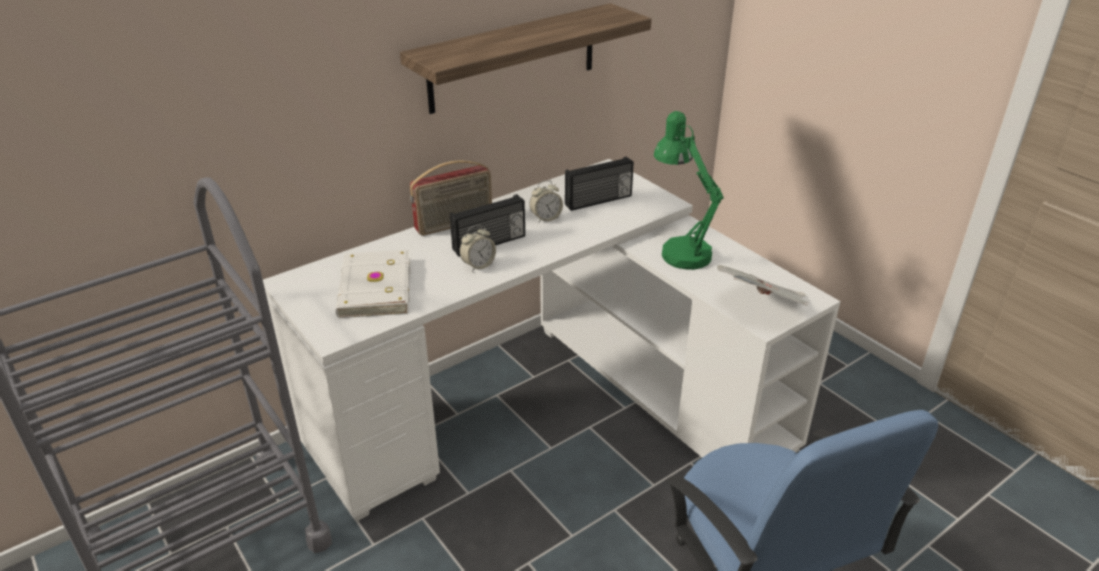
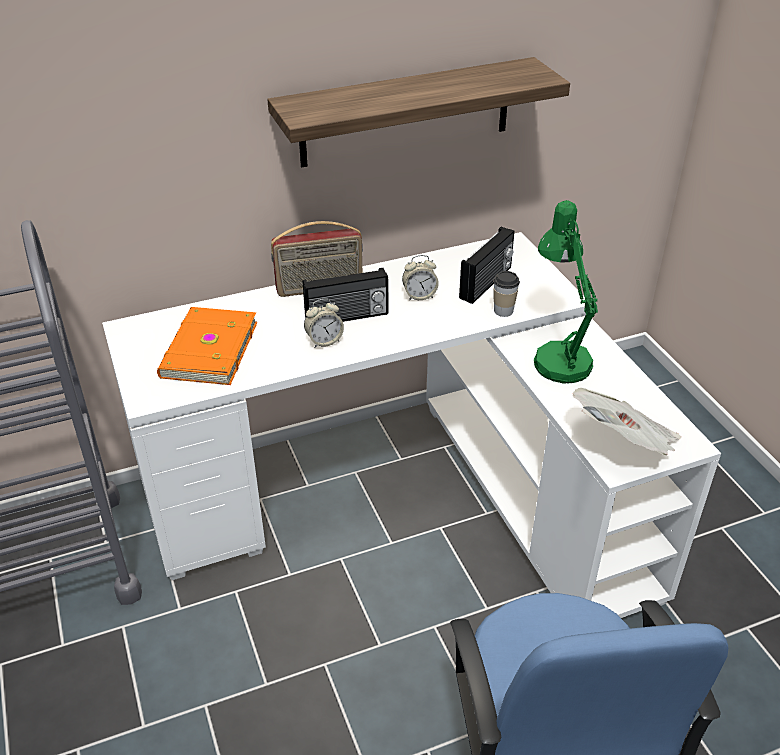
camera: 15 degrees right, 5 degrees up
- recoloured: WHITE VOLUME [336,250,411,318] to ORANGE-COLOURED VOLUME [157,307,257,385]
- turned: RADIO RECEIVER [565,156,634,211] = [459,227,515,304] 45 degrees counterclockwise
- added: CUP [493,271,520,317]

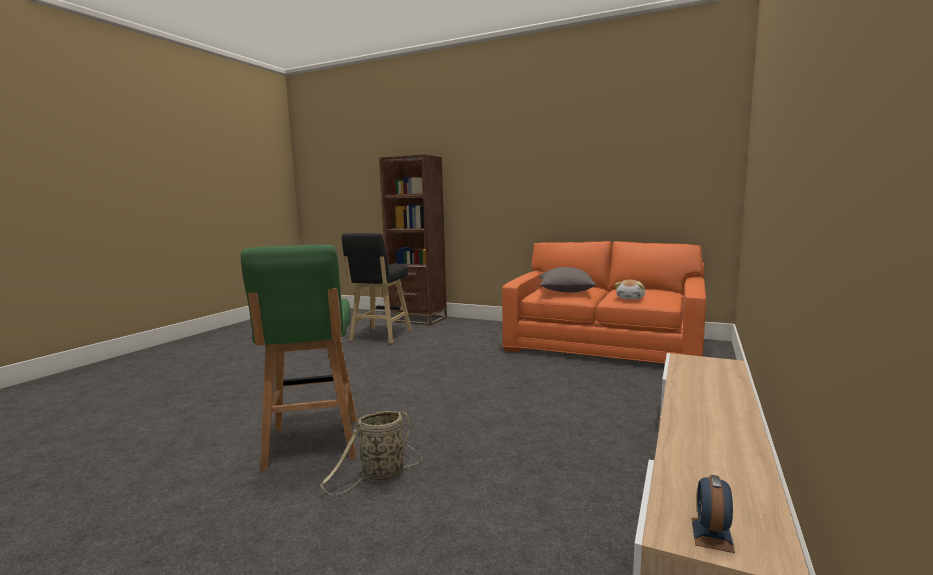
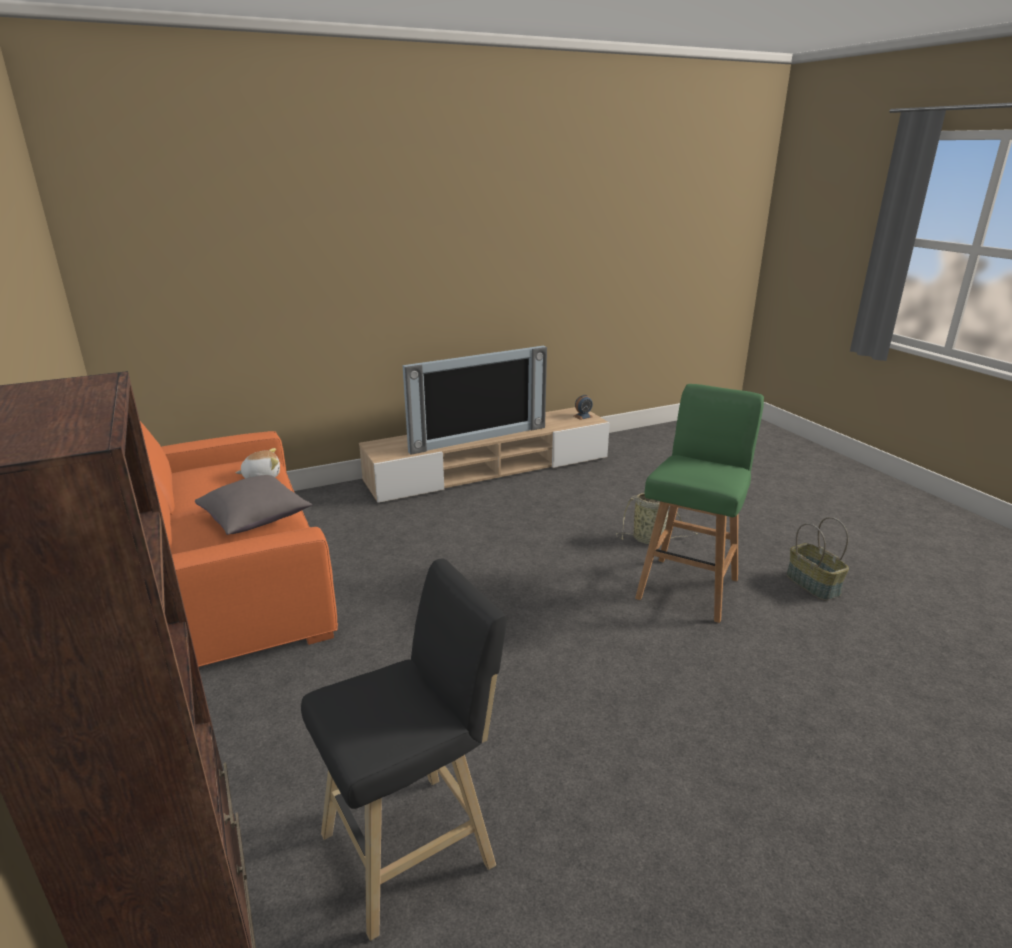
camera: 140 degrees left, 15 degrees up
- added: TV SET [403,346,547,454]
- added: BASKET [786,517,849,600]

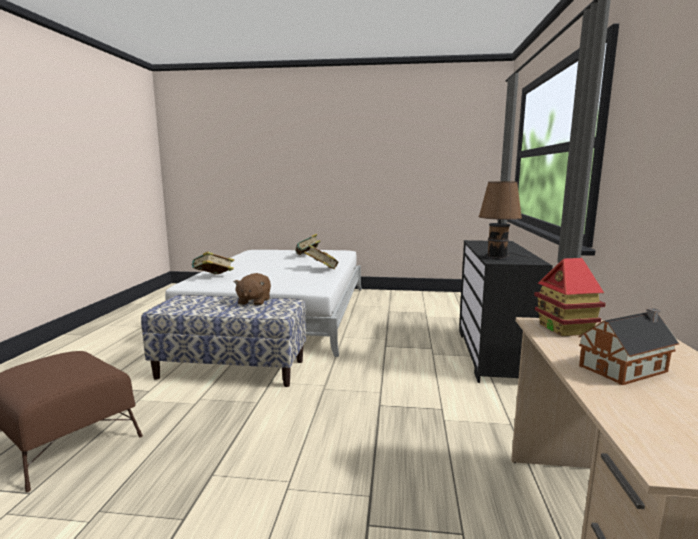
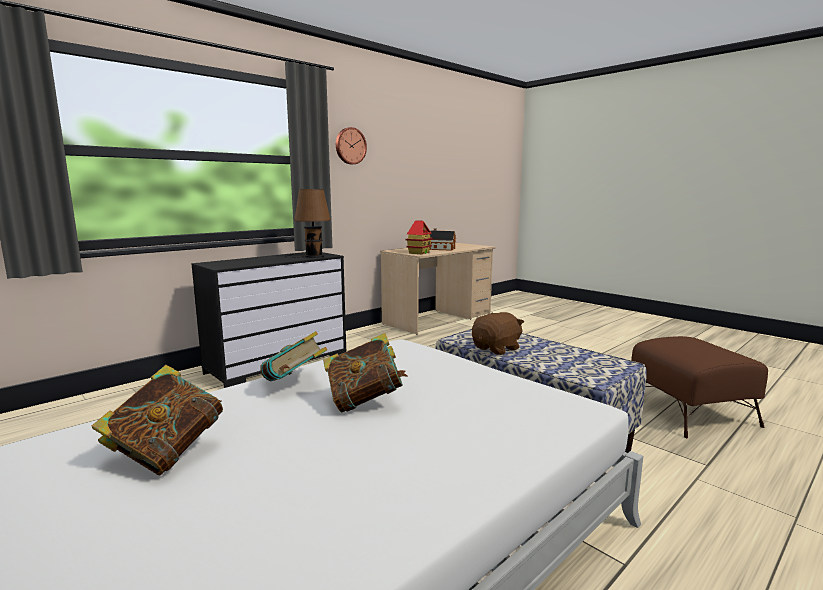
camera: 140 degrees left, 0 degrees up
- moved: VOLUME [191,251,234,274] to [323,333,408,413]
- added: WALL CLOCK [336,127,367,164]

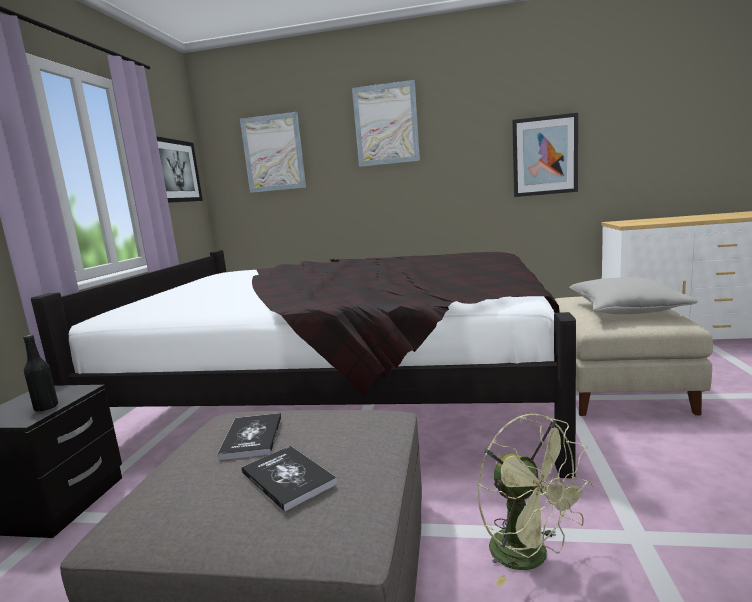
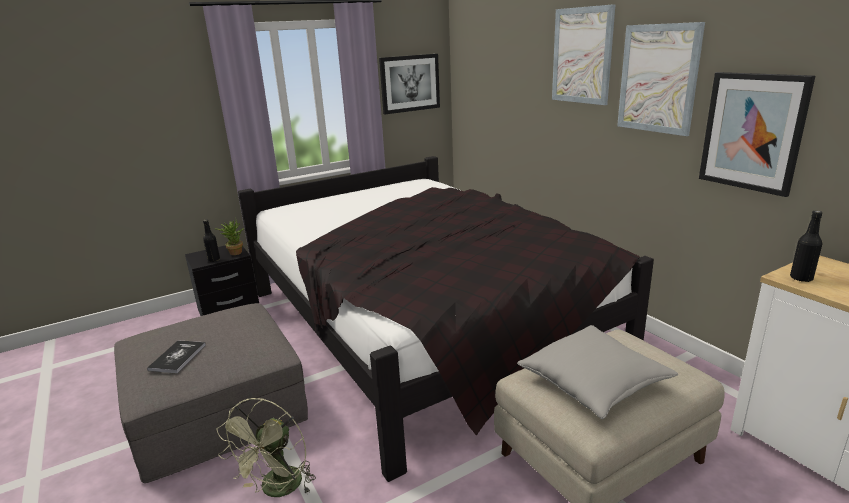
camera: 50 degrees right, 10 degrees up
- added: POTTED PLANT [215,220,244,255]
- moved: PICTURE [240,112,306,193] to [617,22,705,136]
- added: BLACK-COLOURED BOTTLE [790,210,823,282]
- removed: VOLUME [217,413,281,460]

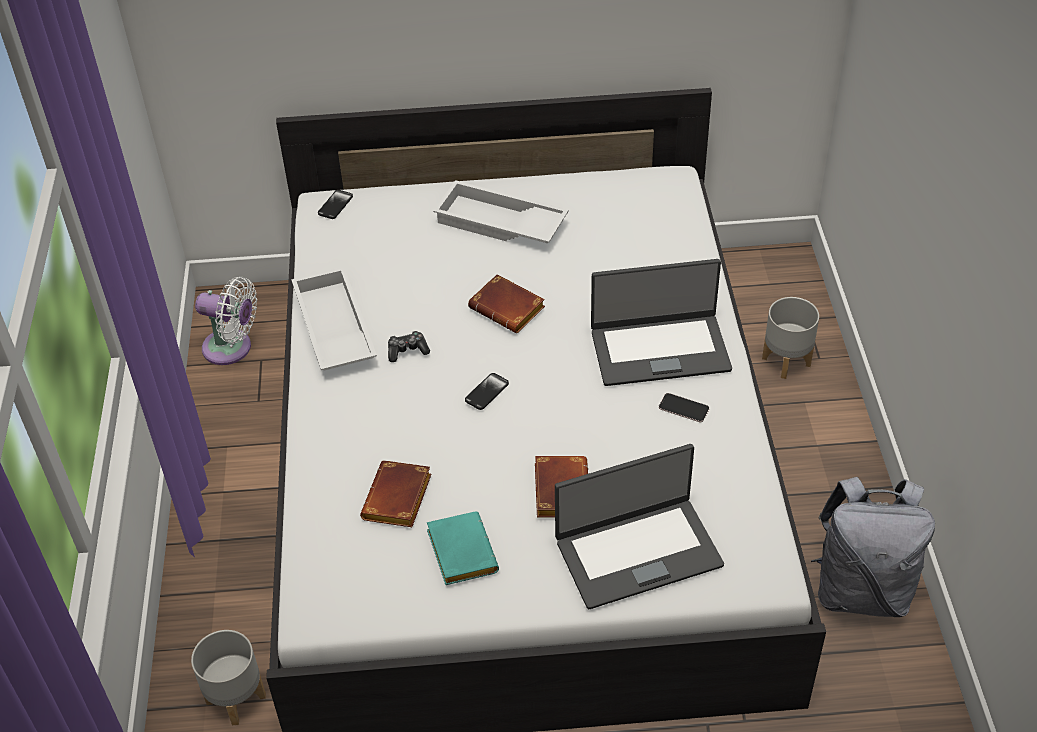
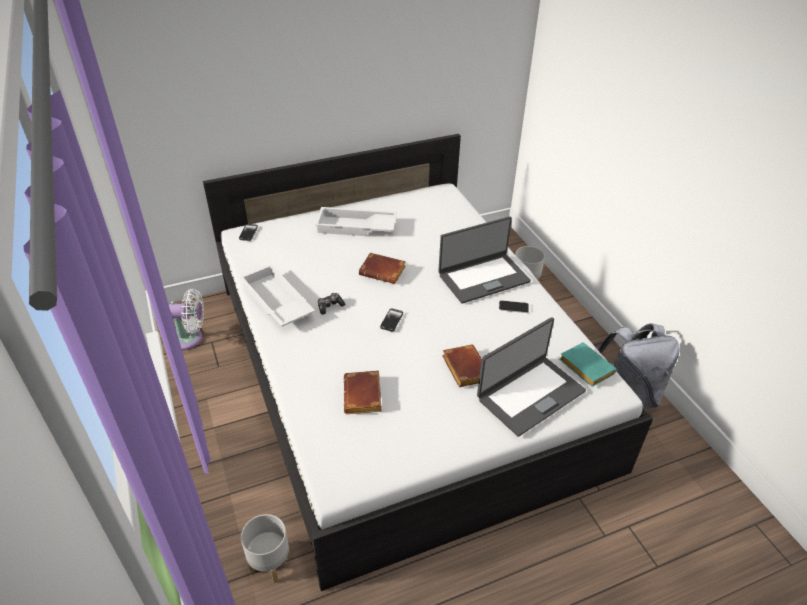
camera: 20 degrees left, 5 degrees down
- moved: TURQUOISE VOLUME [427,511,499,585] to [559,342,617,387]

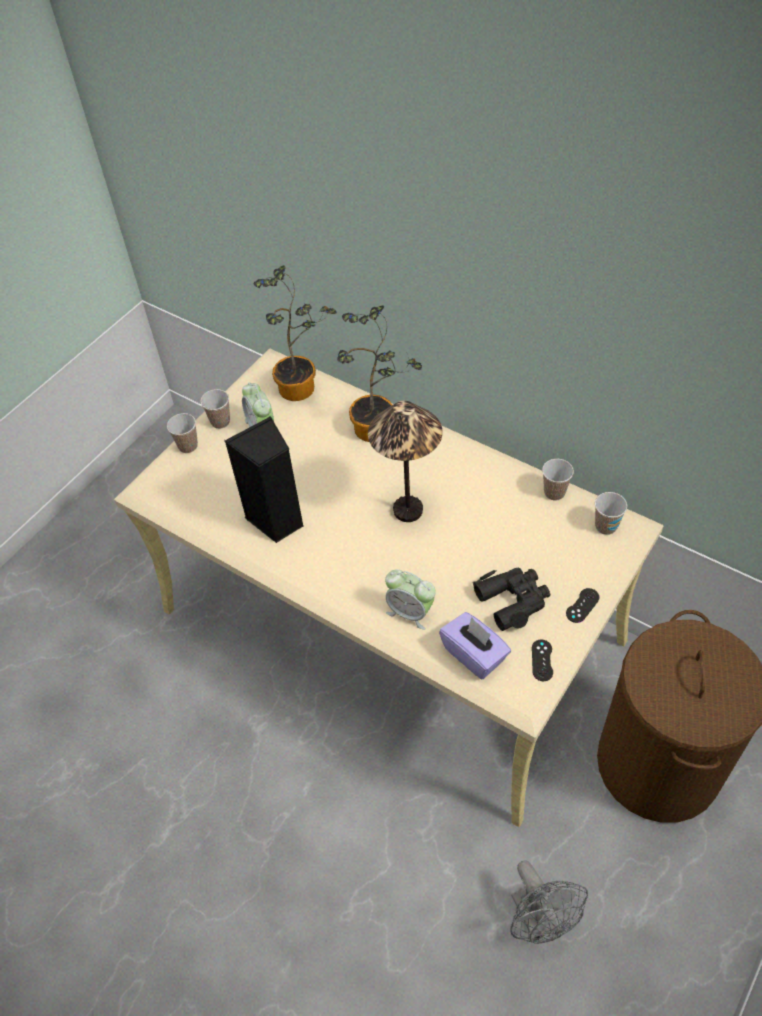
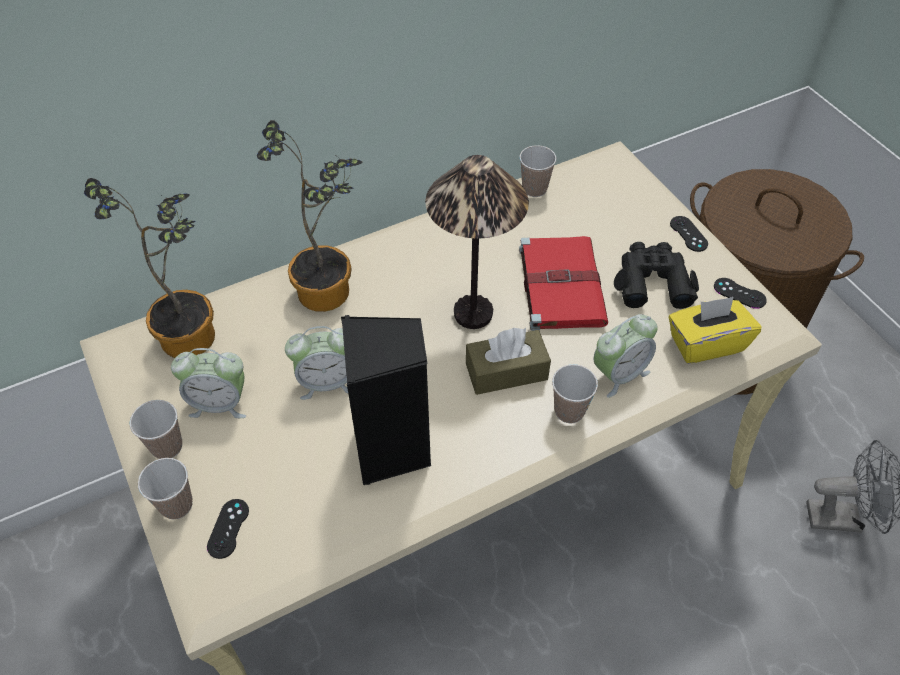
camera: 65 degrees left, 0 degrees up
- added: BLACK-COLOURED GAMEPAD [207,499,249,559]
- added: BEDSIDE CLOCK [285,326,348,400]
- added: BROWNISH BOX OF TISSUES [466,328,551,395]
- added: REDDISH VOLUME [519,236,608,331]
- moved: CUP [595,492,627,535] to [552,364,598,423]
- recoloured: PURPLISH BOX OF TISSUES [439,612,511,680] to YELLOW BOX OF TISSUES [669,297,762,364]

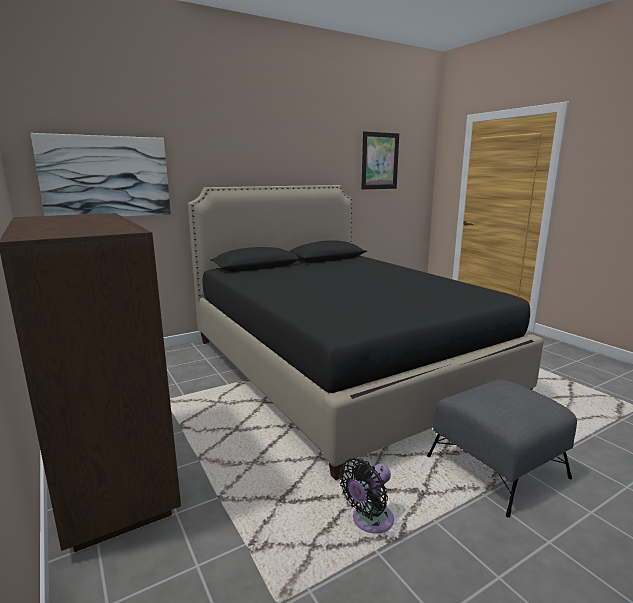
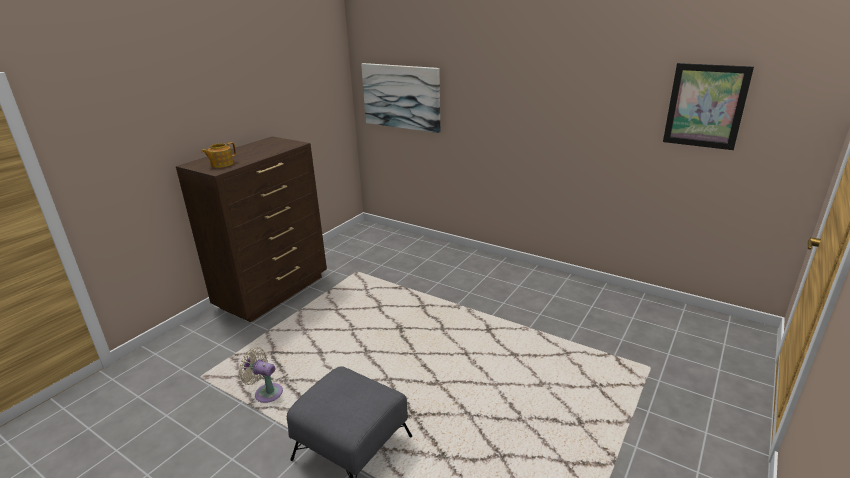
camera: 65 degrees right, 10 degrees up
- added: POT FOR TEA [201,142,236,168]
- recoloured: BLACK-COLOURED COOLING FAN [339,458,394,534] to BEIGE COOLING FAN [239,347,283,403]
- removed: BLACK-COLOURED BEDROOM BED [188,185,544,480]

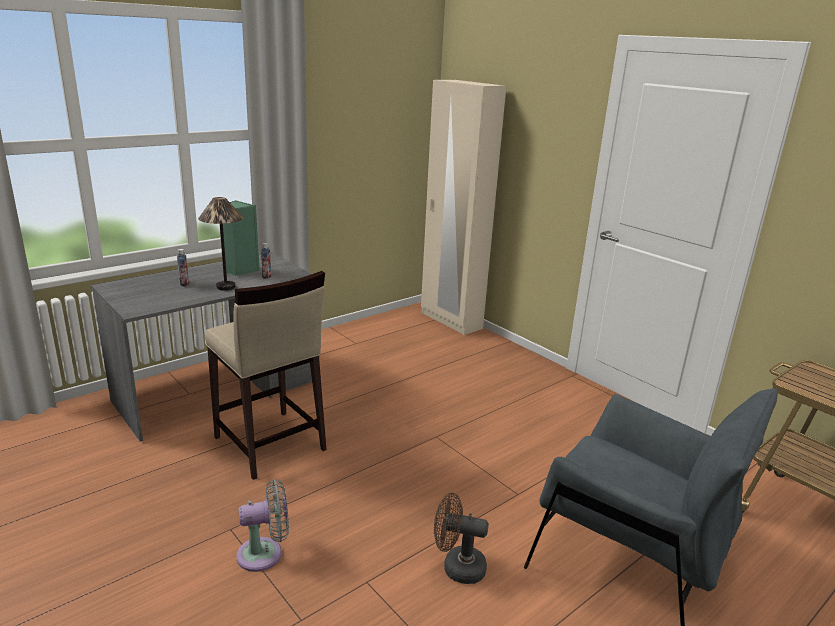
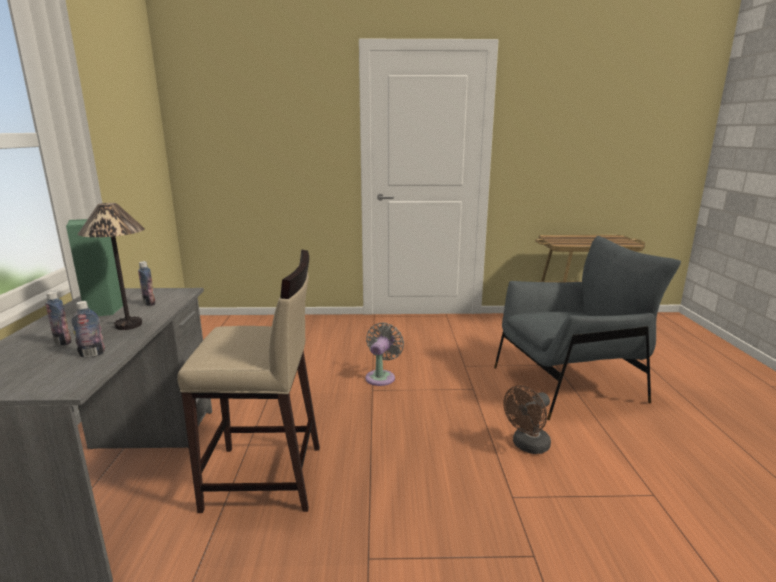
camera: 50 degrees left, 5 degrees down
- added: BOTTLE [71,301,105,357]
- moved: GREYISH COOLING FAN [236,479,289,572] to [365,323,404,386]
- removed: BEIGE ARMOIRE [421,80,506,335]

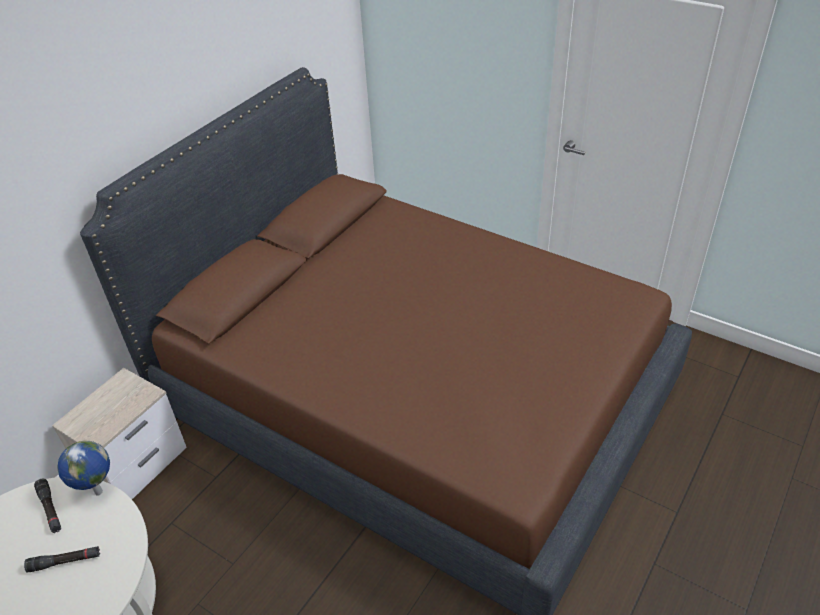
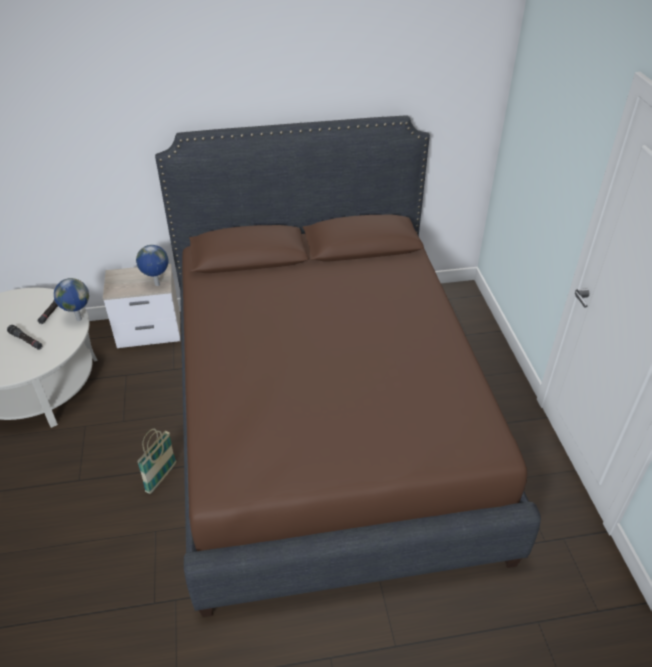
camera: 45 degrees right, 0 degrees up
- added: GLOBE [136,245,169,286]
- added: BASKET [137,429,176,494]

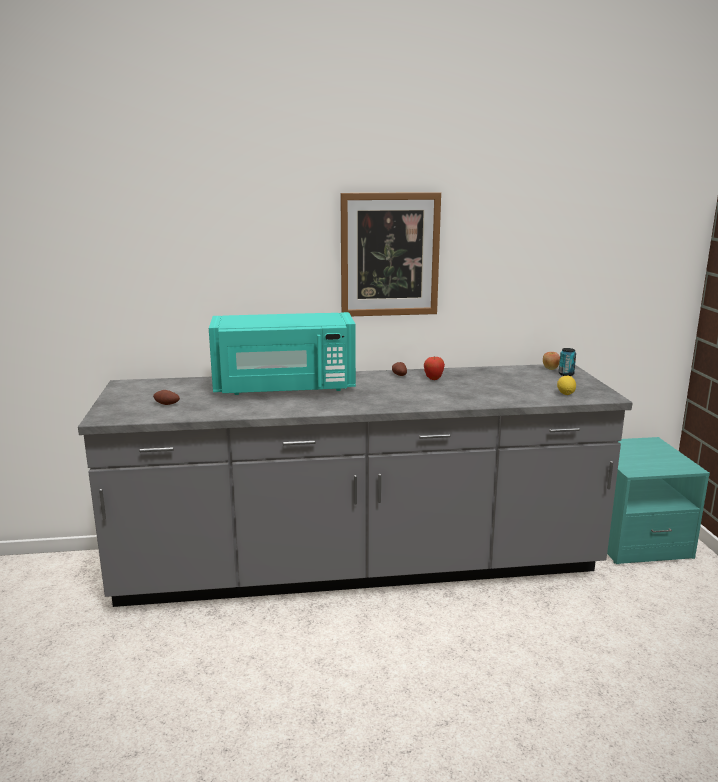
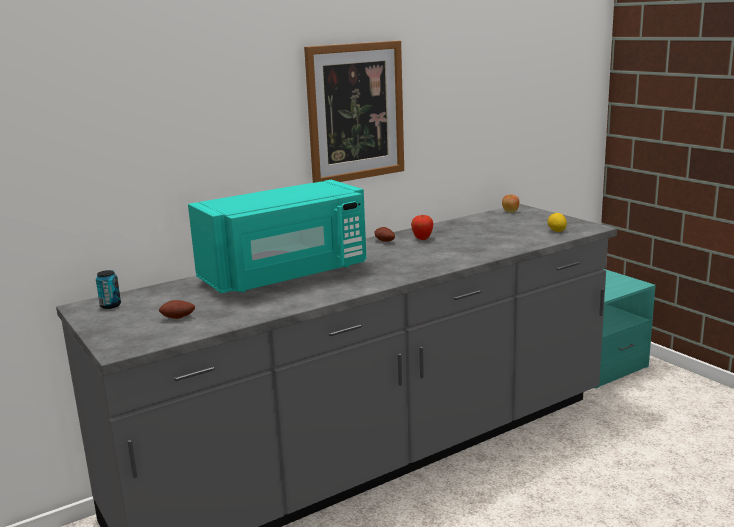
camera: 25 degrees left, 0 degrees up
- moved: SEALED CAN [559,348,576,376] to [96,270,121,309]

